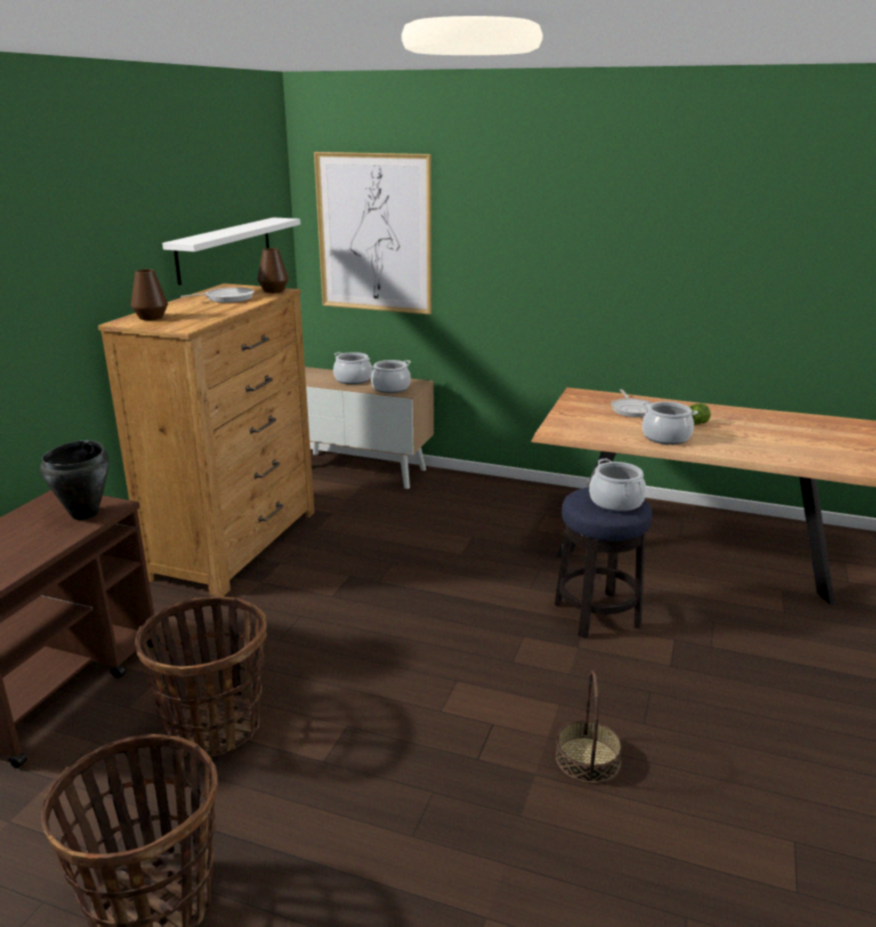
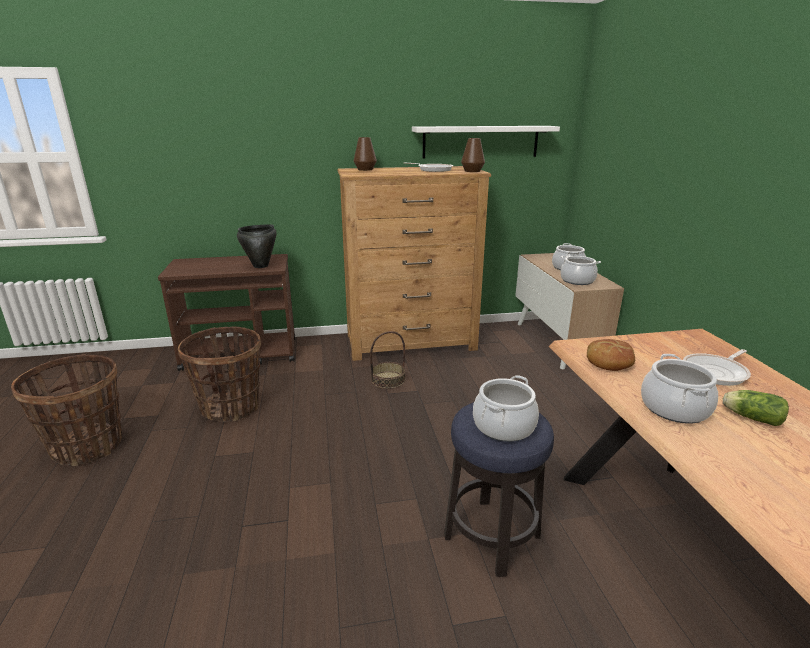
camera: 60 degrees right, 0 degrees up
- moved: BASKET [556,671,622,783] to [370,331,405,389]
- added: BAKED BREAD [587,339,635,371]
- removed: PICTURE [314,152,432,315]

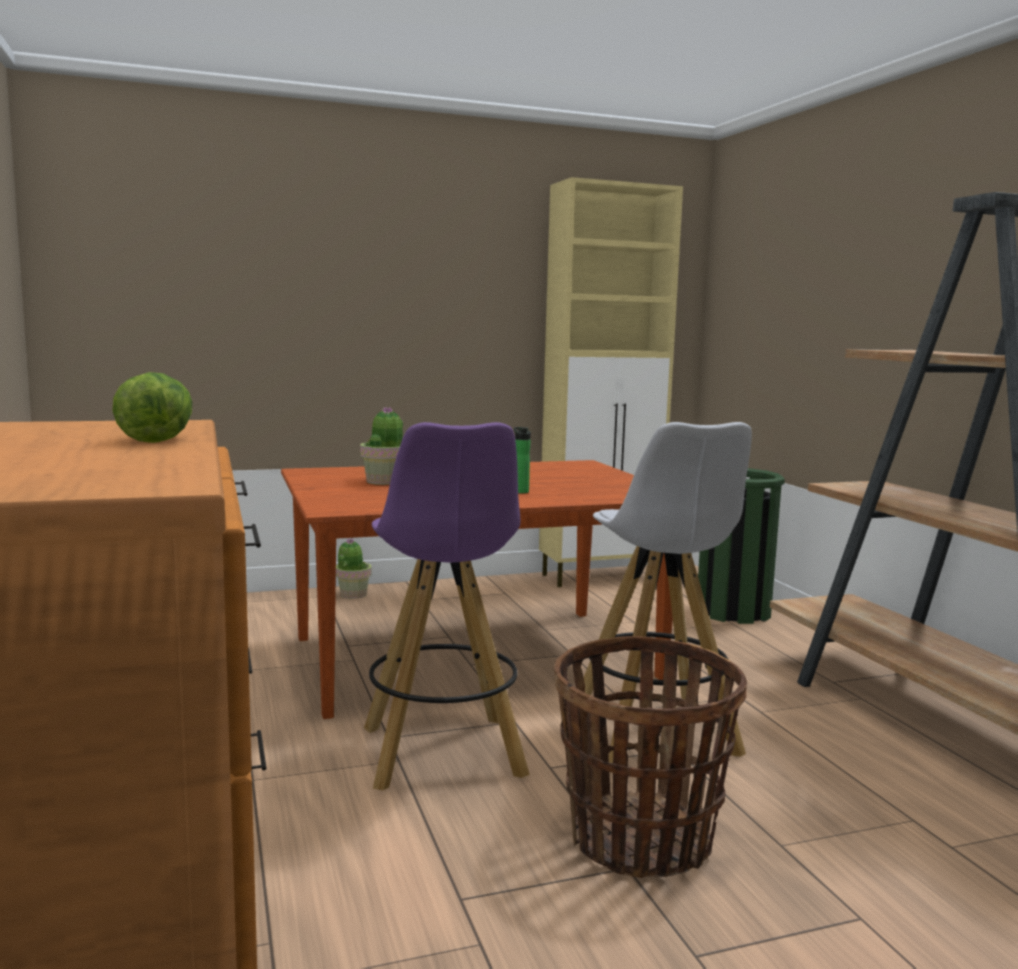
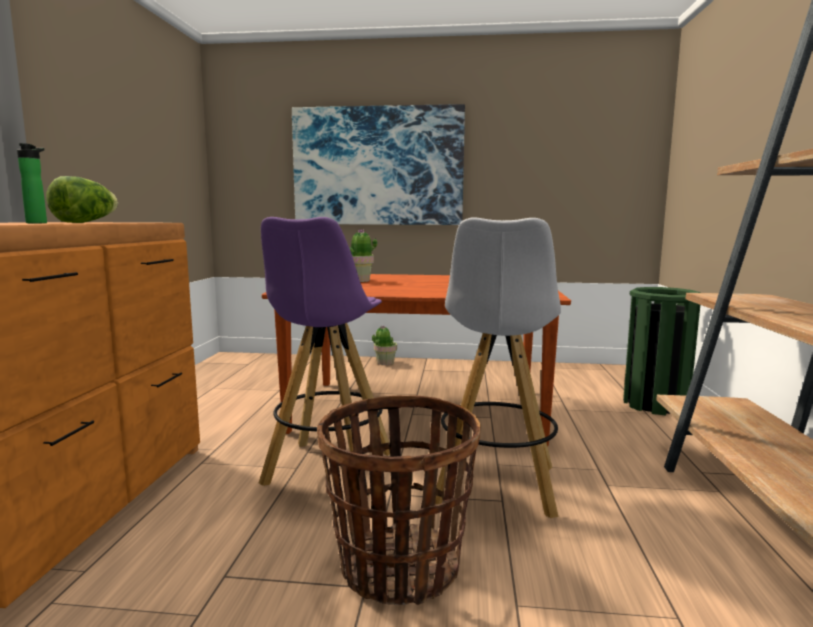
camera: 25 degrees right, 0 degrees up
- moved: BOTTLE [514,427,531,493] to [17,143,47,223]
- added: PICTURE [292,104,465,225]
- removed: BEIGE CUPBOARD [539,177,683,587]

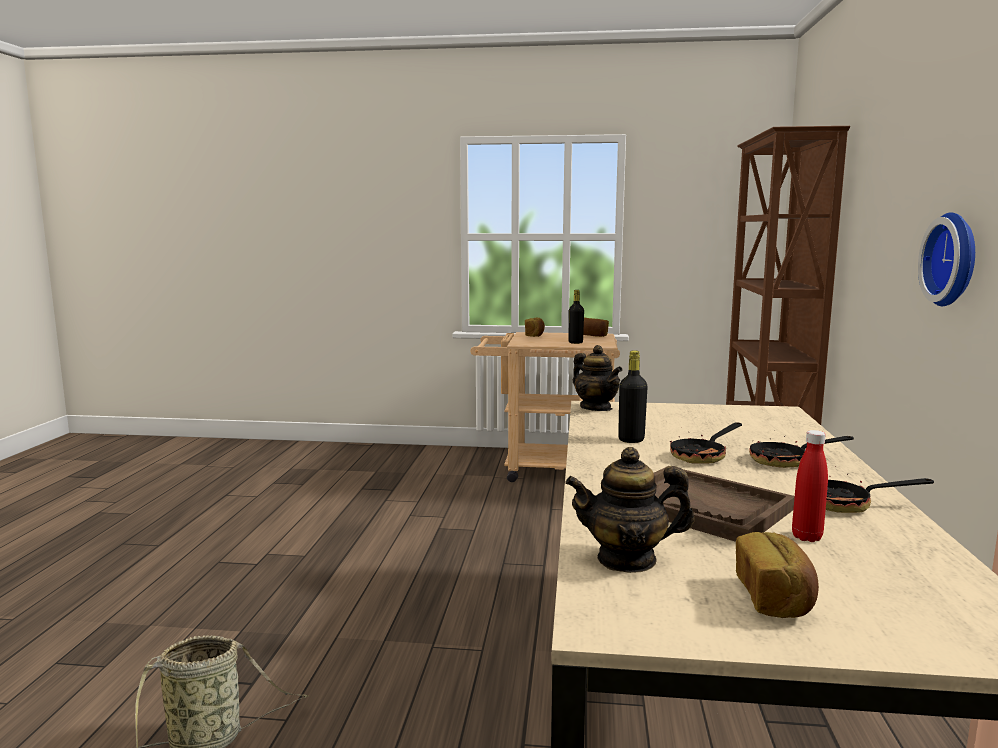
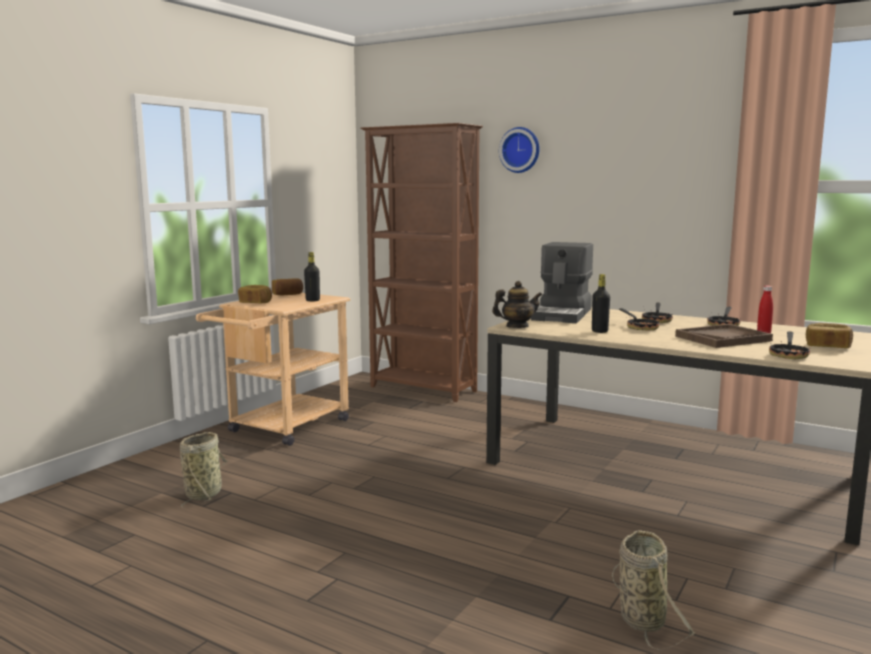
camera: 65 degrees left, 0 degrees up
- added: BASKET [180,432,228,508]
- moved: WALL CLOCK [918,212,975,306] to [499,127,539,173]
- added: COFFEE MACHINE [531,242,593,323]
- replaced: POT FOR TEA [565,447,694,573] to PAN [769,331,811,359]

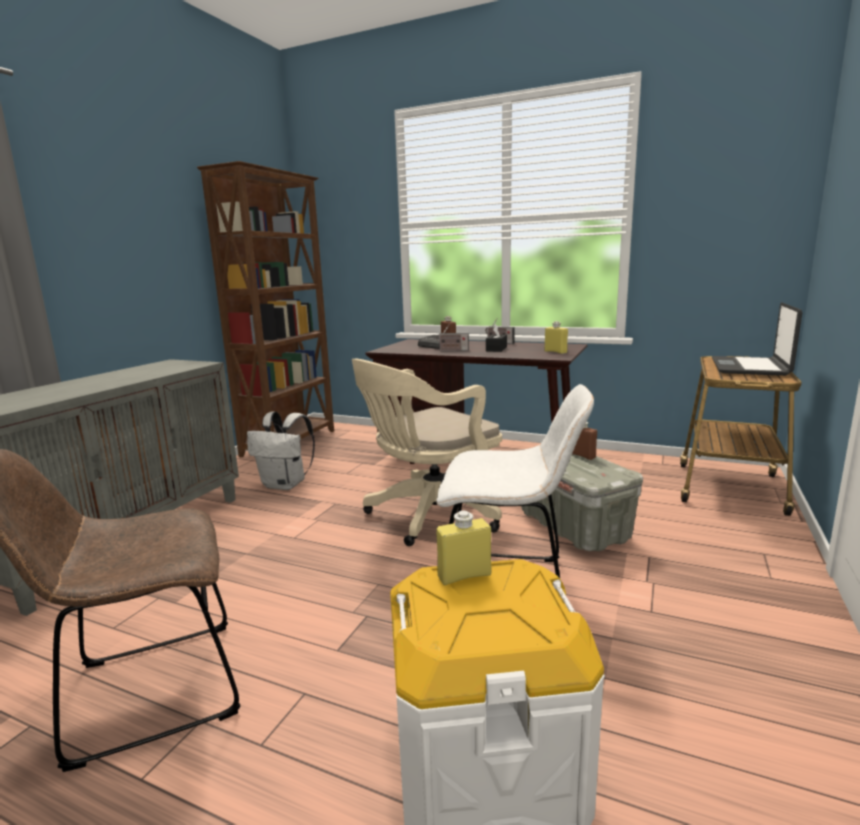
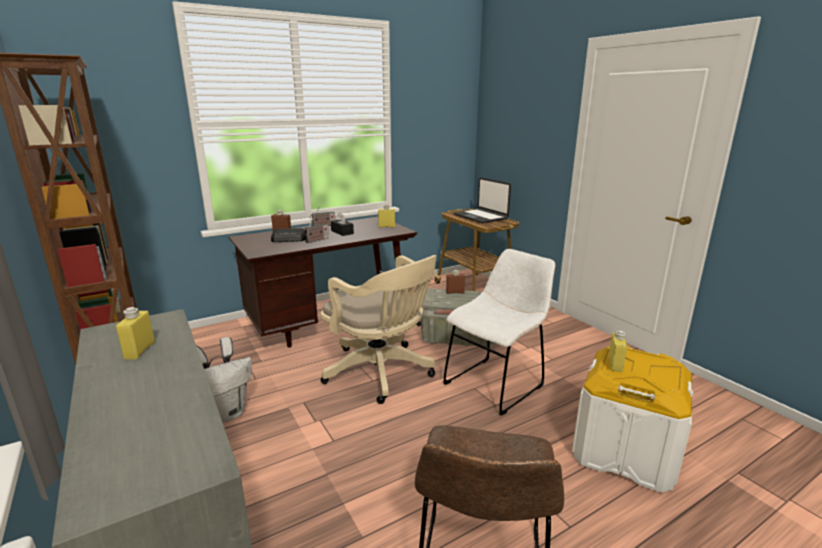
camera: 55 degrees left, 5 degrees up
- added: YELLOW BOTTLE [116,307,155,360]
- turned: BEIGE OFFICE CHAIR [352,359,502,546] = [321,255,437,404] 45 degrees counterclockwise

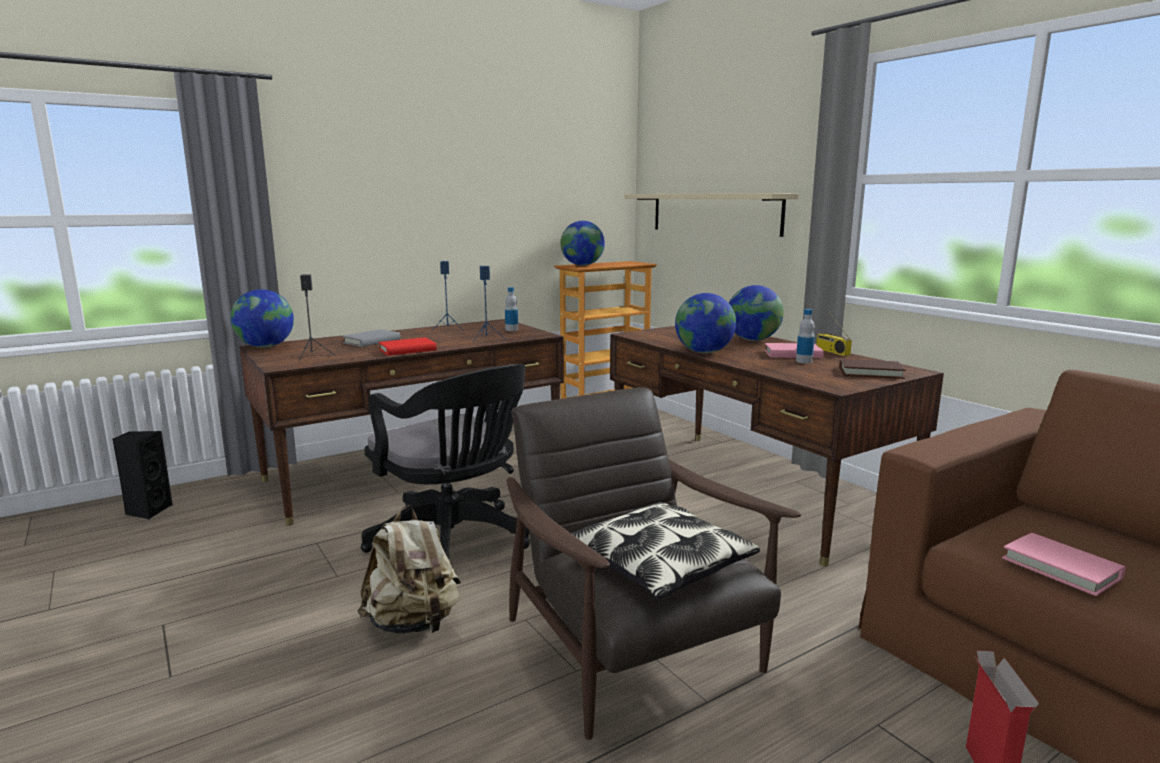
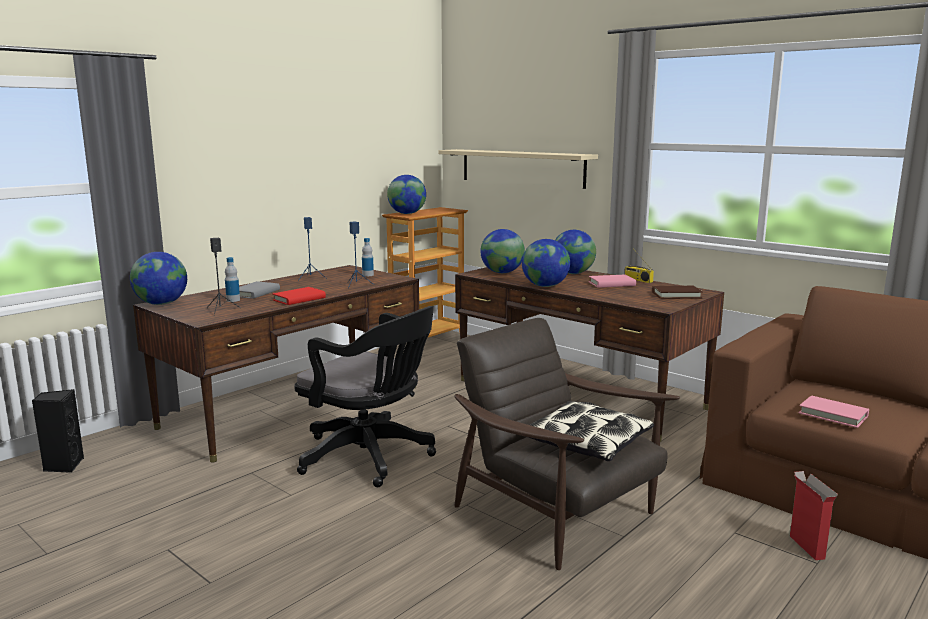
camera: 15 degrees left, 0 degrees up
- moved: BOTTLE [796,309,815,363] to [225,257,240,302]
- added: GLOBE [480,229,525,273]
- removed: BEIGE RUCKSACK [357,505,461,634]

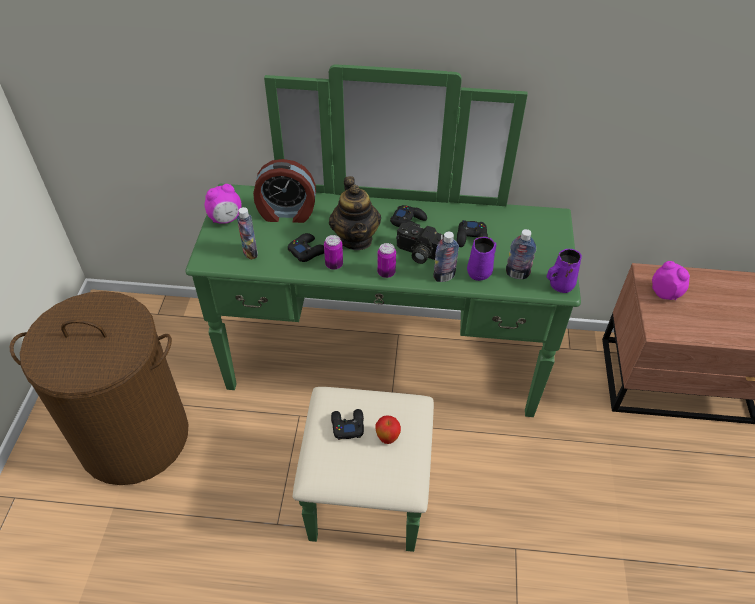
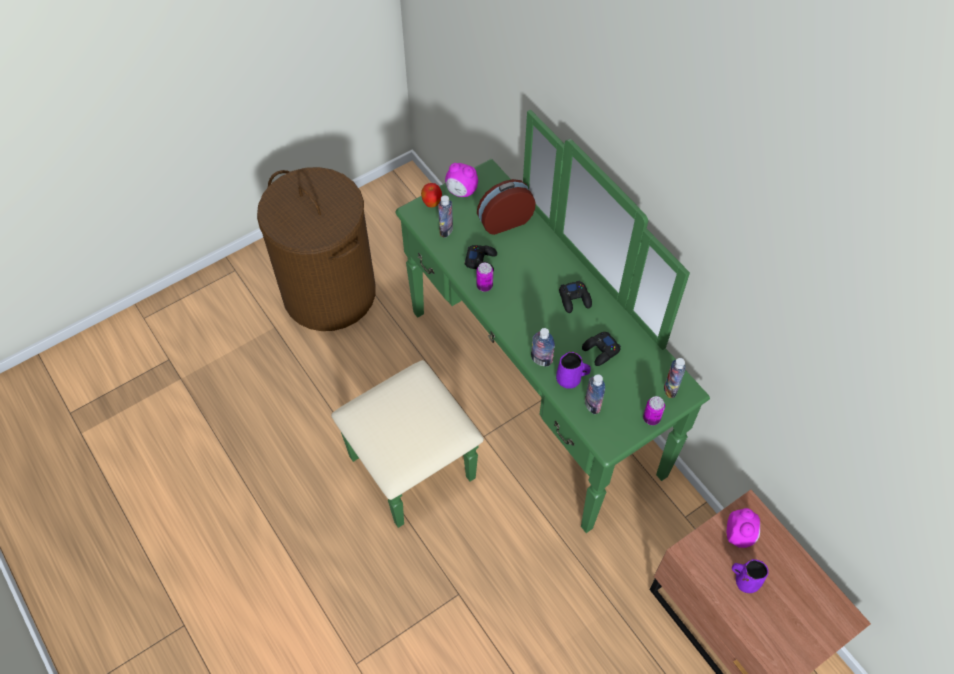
camera: 50 degrees right, 10 degrees up
- moved: WHOLE APPLE [375,415,401,444] to [421,183,442,207]
- turned: BEDSIDE CLOCK [253,159,316,223] = [477,179,535,235] 105 degrees clockwise
- moved: SEALED CAN [377,243,396,278] to [643,396,665,425]
- added: BOTTLE [664,358,686,398]
- moved: PURPLISH TEA MUG [547,249,582,293] to [732,559,769,593]
- removed: POT FOR TEA [329,176,381,250]
- removed: BLACK-COLOURED GAMEPAD [331,409,364,440]
- removed: STILL CAMERA [396,222,444,264]

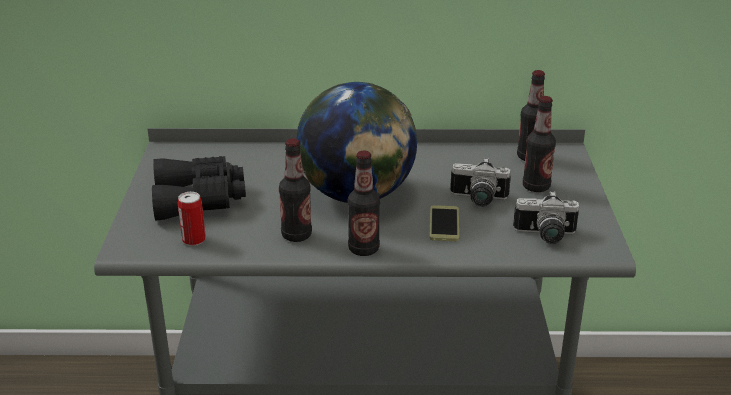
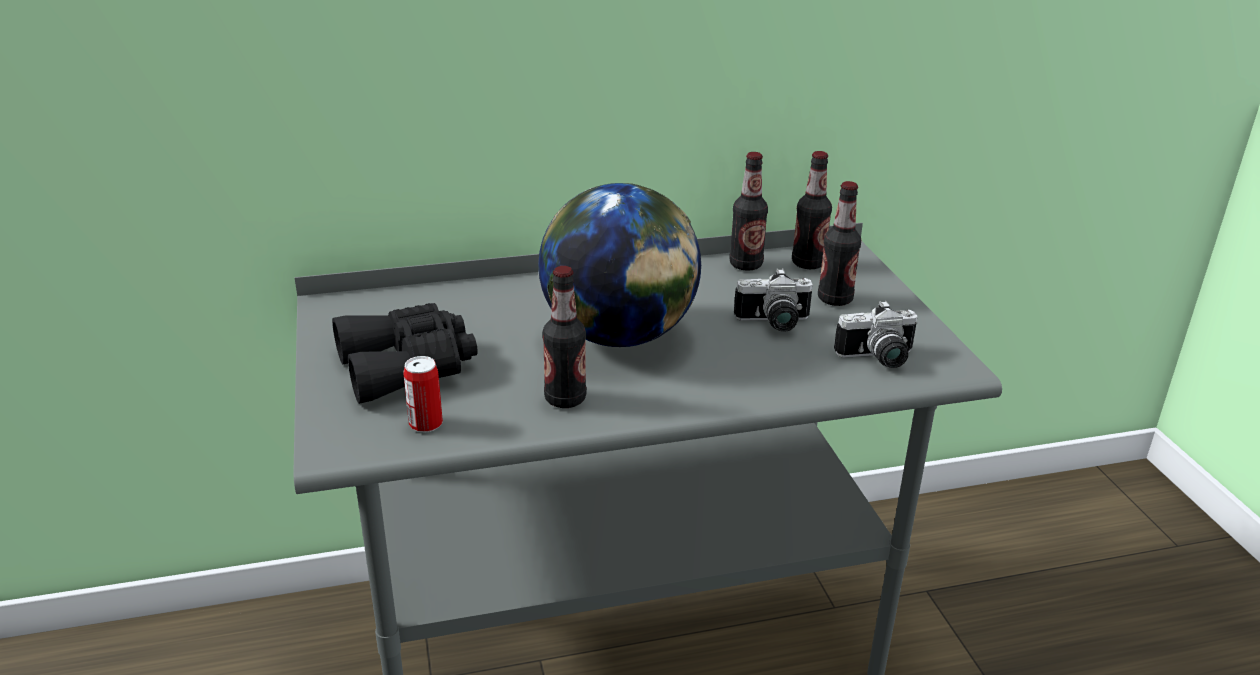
camera: 15 degrees left, 0 degrees up
- moved: BOTTLE [348,151,380,256] to [729,152,768,271]
- removed: PHONE [429,205,459,241]

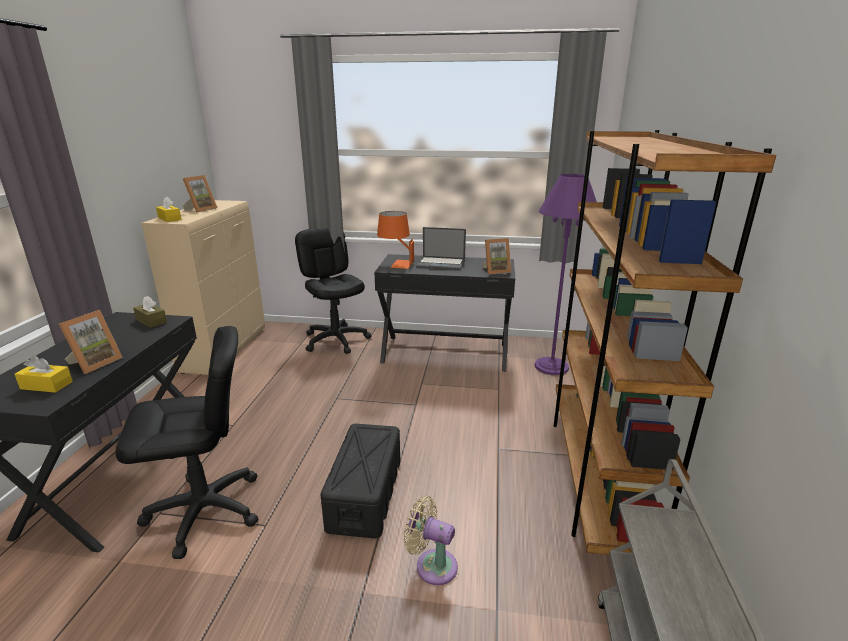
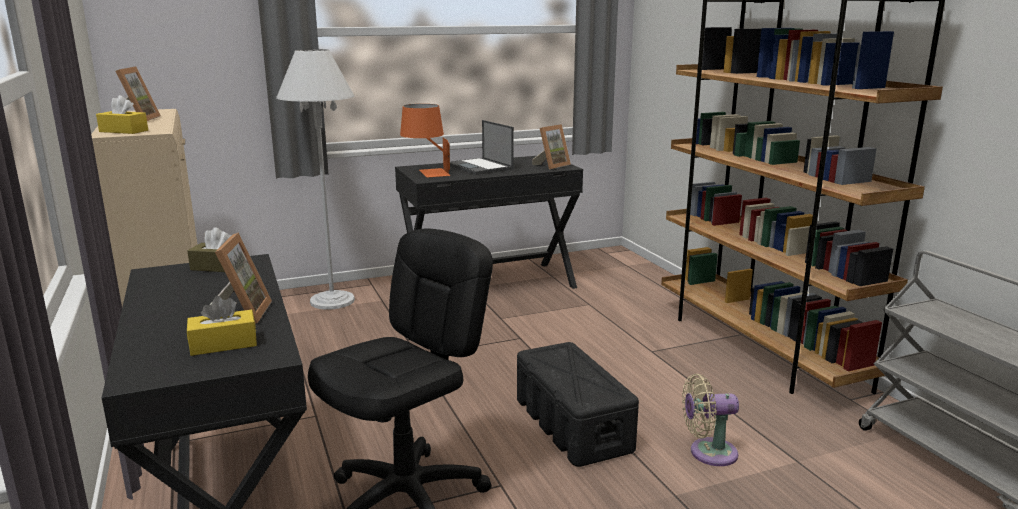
camera: 30 degrees left, 5 degrees down
- replaced: BLACK-COLOURED OFFICE CHAIR [295,228,371,354] to WHITE FLOOR LAMP [276,49,355,310]
- turned: PORTABLE COMPUTER [416,227,466,270] = [450,120,514,175] 75 degrees clockwise
- removed: PURPLISH FLOOR LAMP [534,174,597,375]

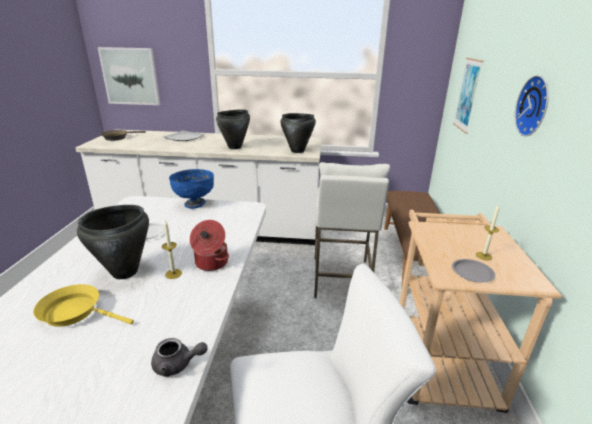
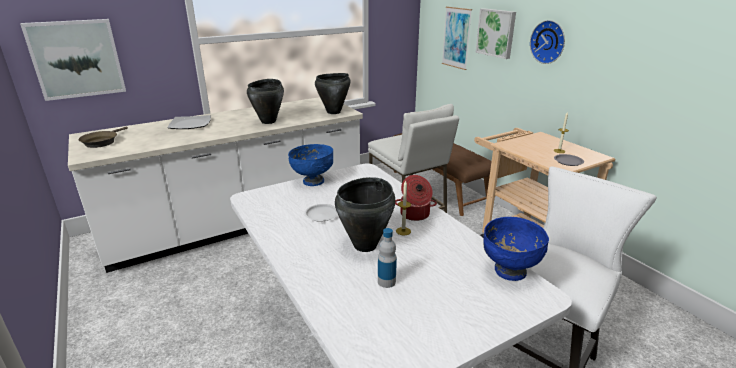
camera: 35 degrees left, 0 degrees up
- replaced: YELLOW PAN [33,284,134,327] to BOTTLE [378,228,397,288]
- added: PICTURE [476,8,516,59]
- replaced: GREYISH POT FOR TEA [151,338,208,377] to BLUE-COLOURED DEEP DISH [483,217,549,281]

